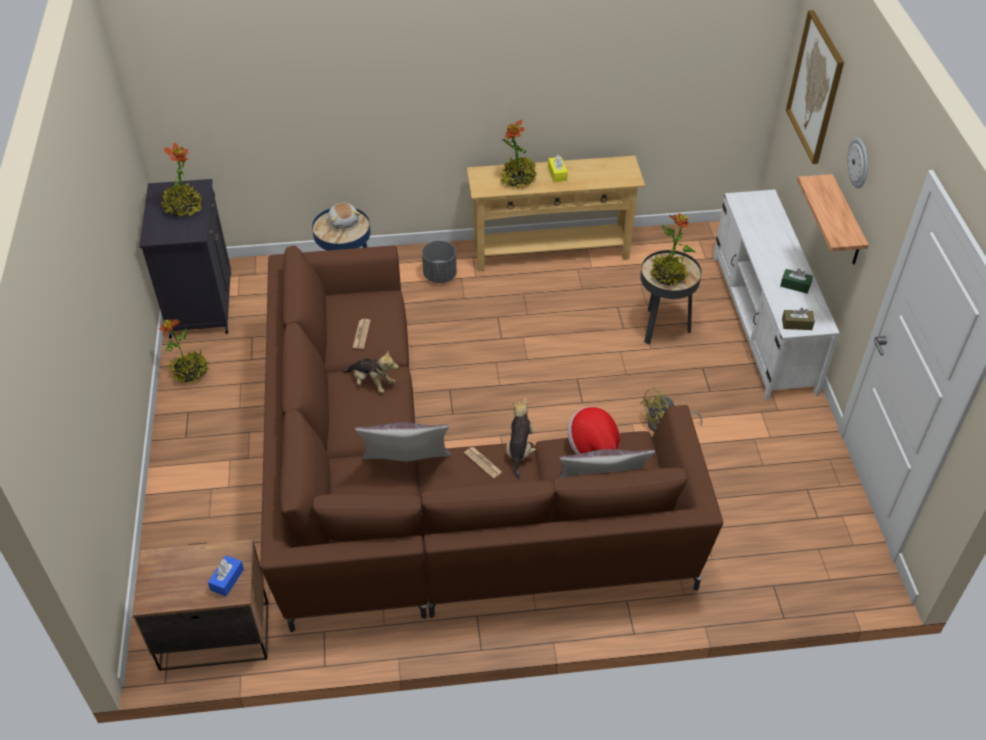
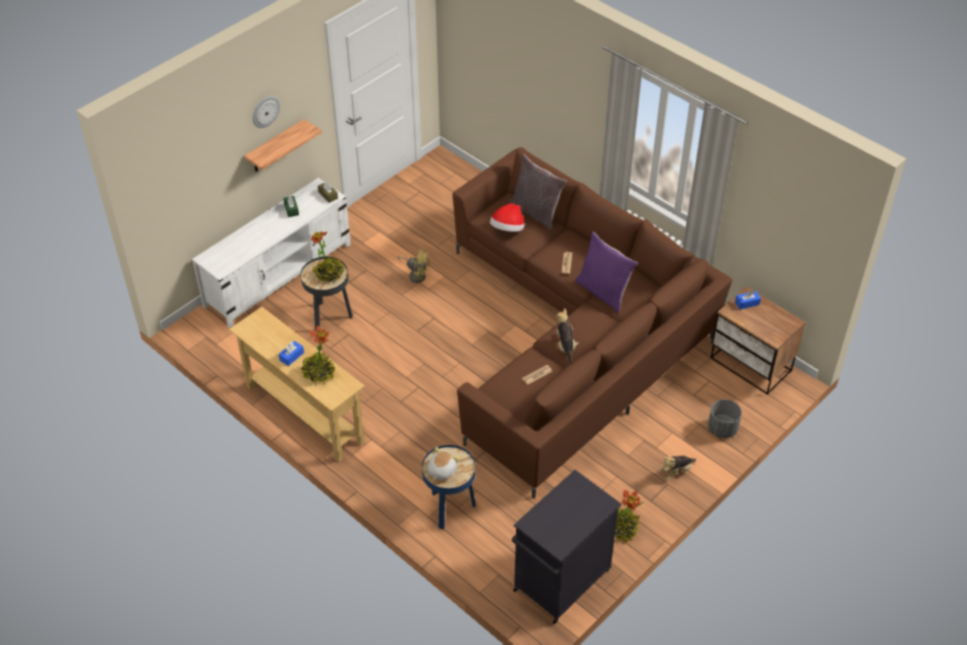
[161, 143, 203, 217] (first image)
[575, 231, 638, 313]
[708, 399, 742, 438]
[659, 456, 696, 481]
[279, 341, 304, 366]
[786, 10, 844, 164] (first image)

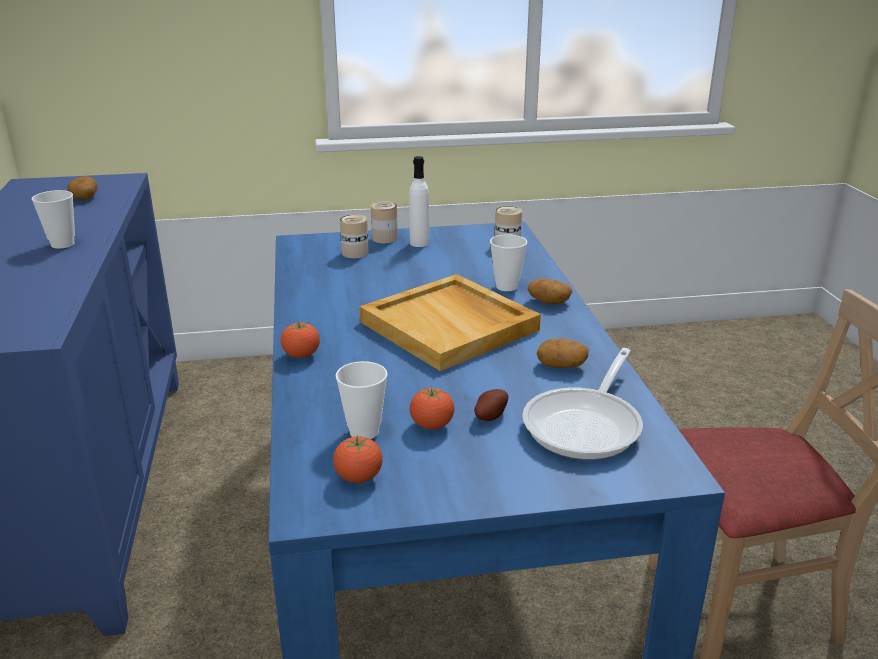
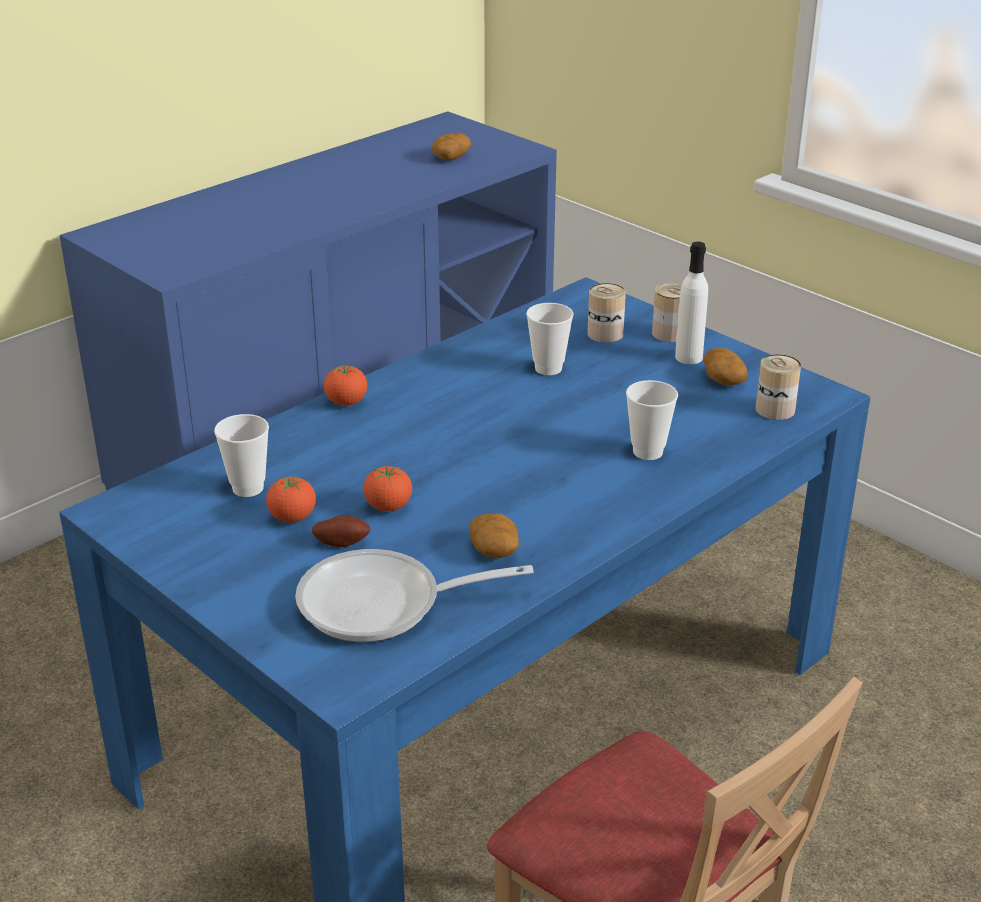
[526, 303, 574, 375]
[363, 465, 412, 512]
[360, 274, 541, 371] (first image)
[704, 348, 748, 385]

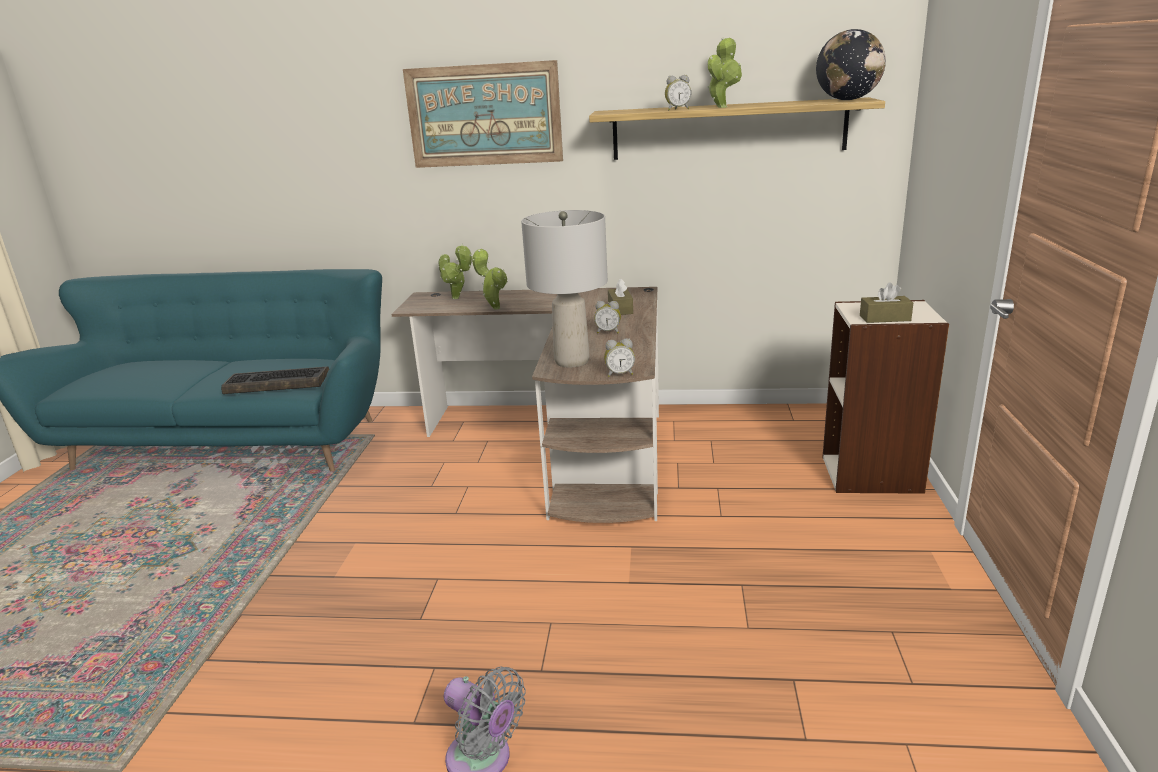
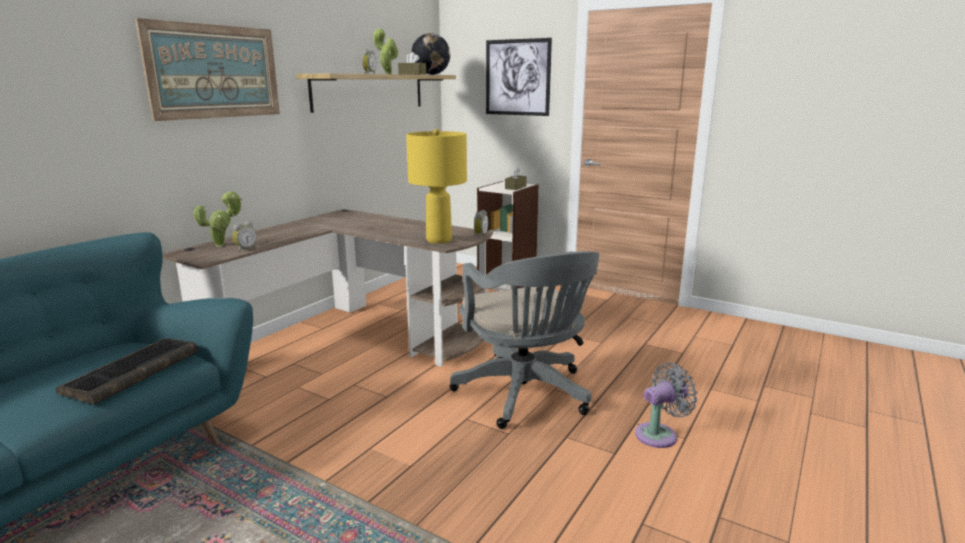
[472, 249, 508, 309] (first image)
[406, 129, 467, 244]
[232, 221, 257, 252]
[398, 52, 426, 75]
[449, 251, 599, 429]
[486, 38, 552, 116]

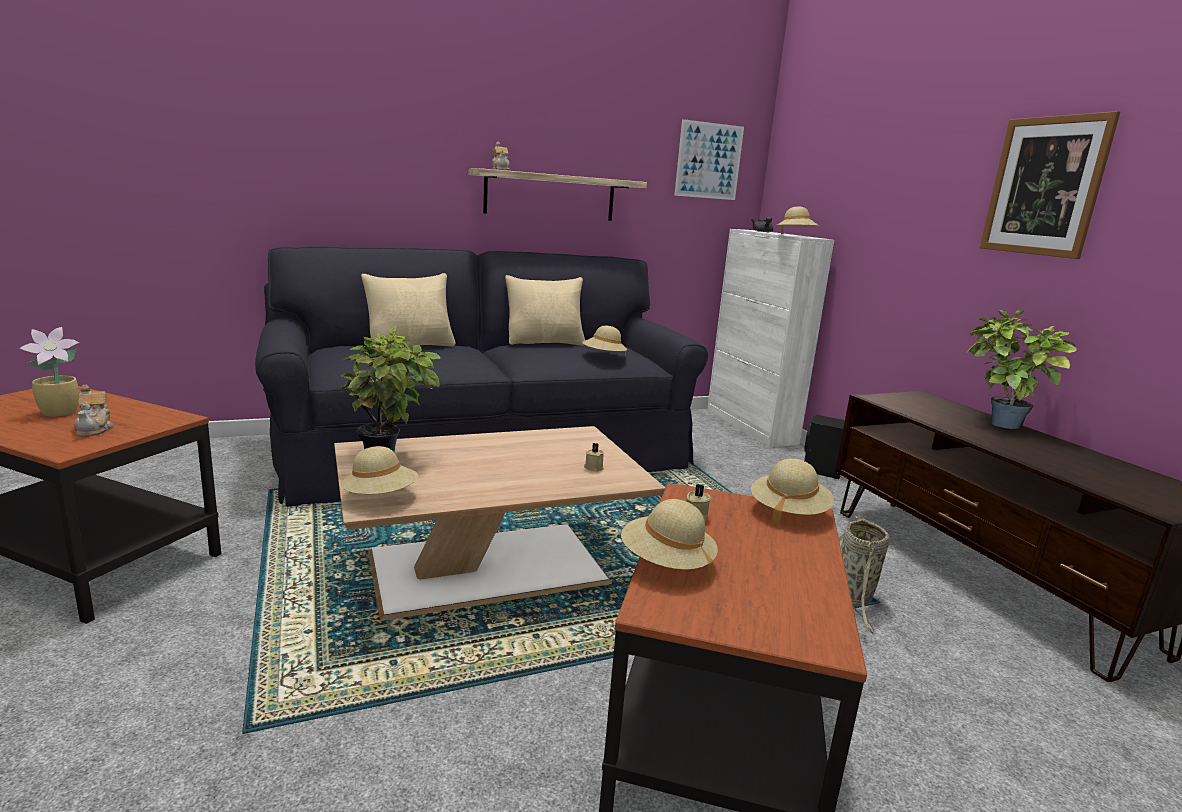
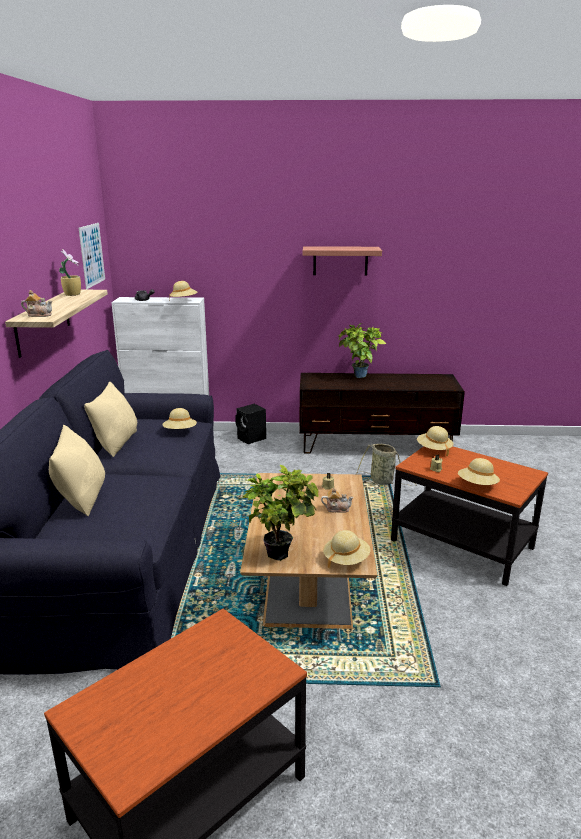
[59, 249, 81, 296]
[321, 488, 354, 513]
[303, 246, 382, 276]

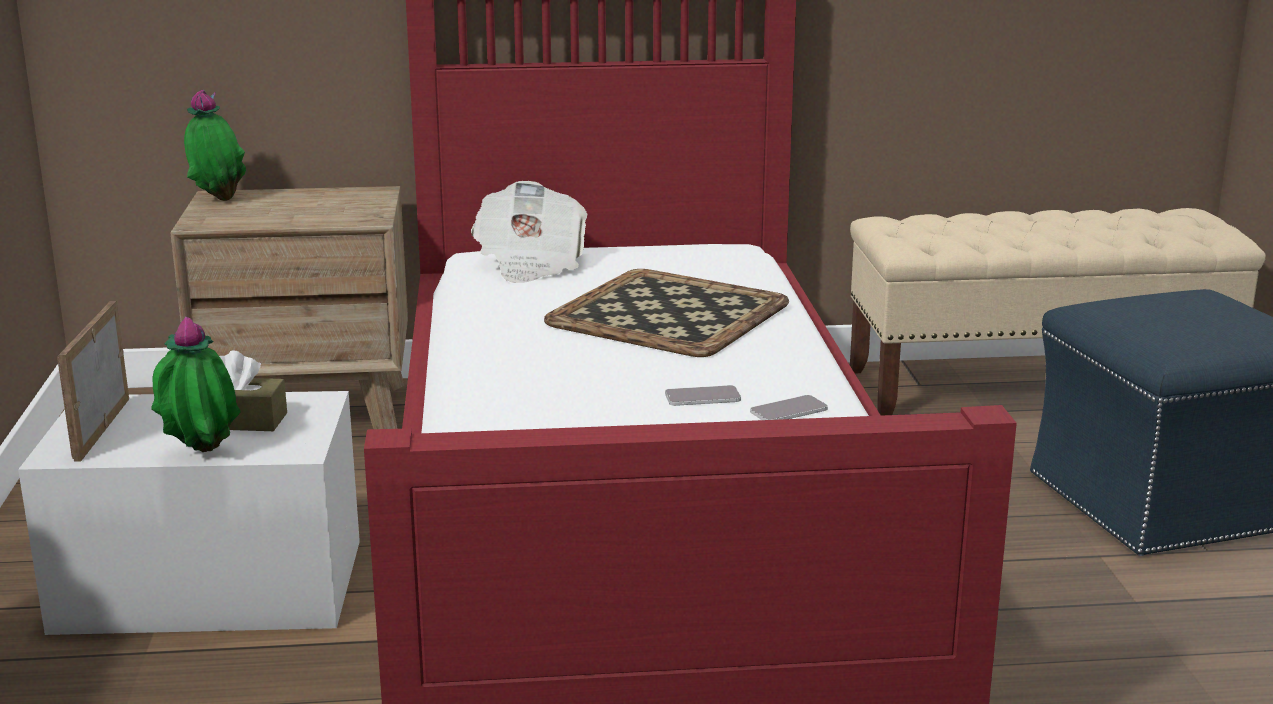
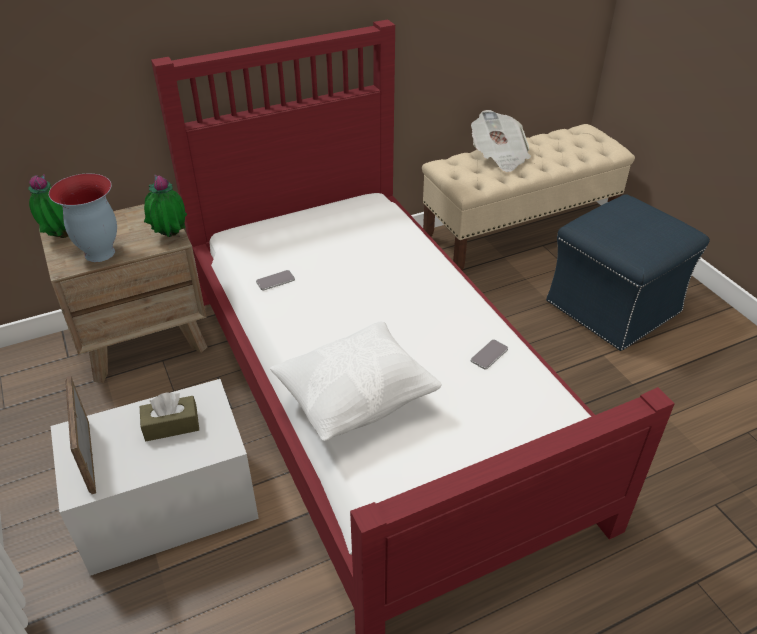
[144, 175, 187, 237]
[471, 110, 531, 172]
[544, 269, 789, 357] (first image)
[256, 270, 295, 291]
[49, 174, 117, 262]
[270, 321, 442, 441]

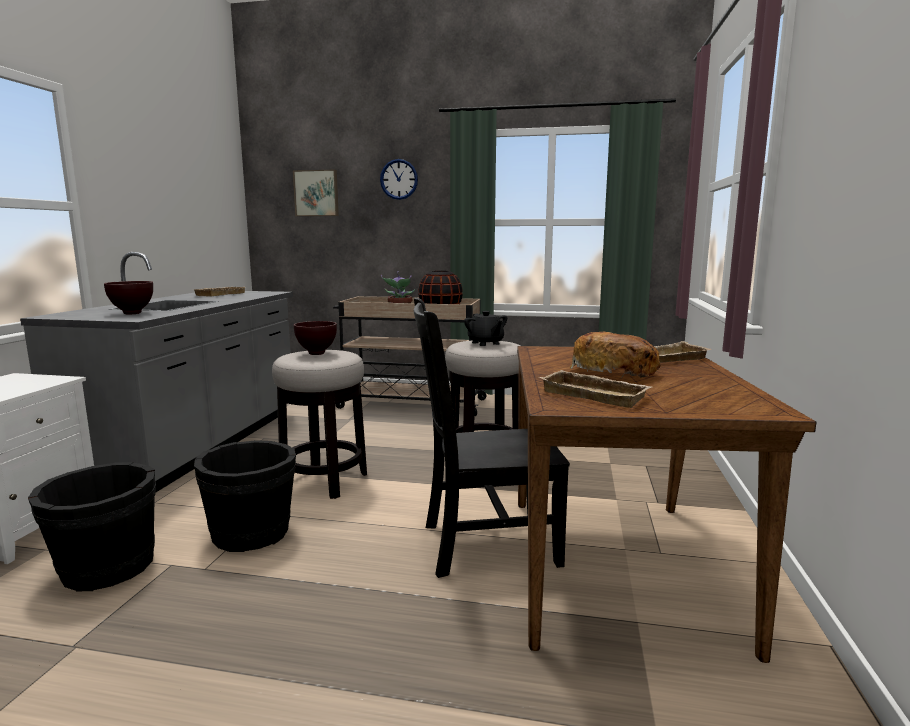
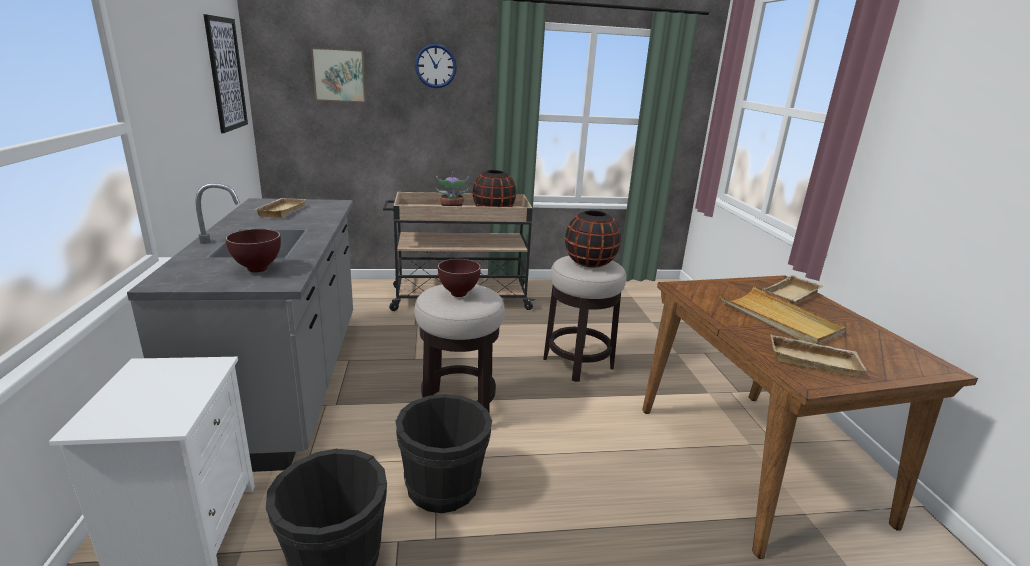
[414, 298, 570, 578] (first image)
[565, 210, 621, 268]
[720, 287, 846, 344]
[203, 14, 248, 133]

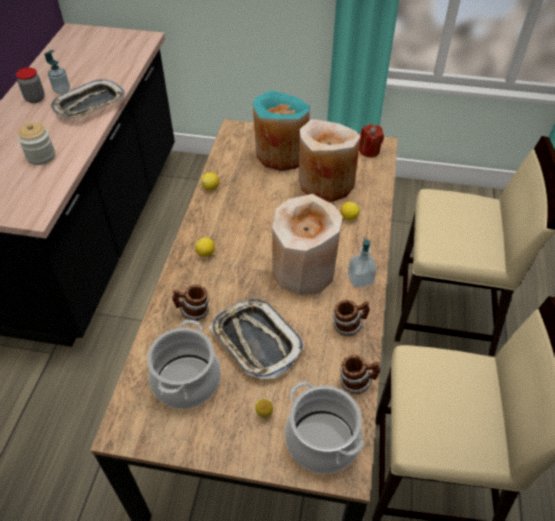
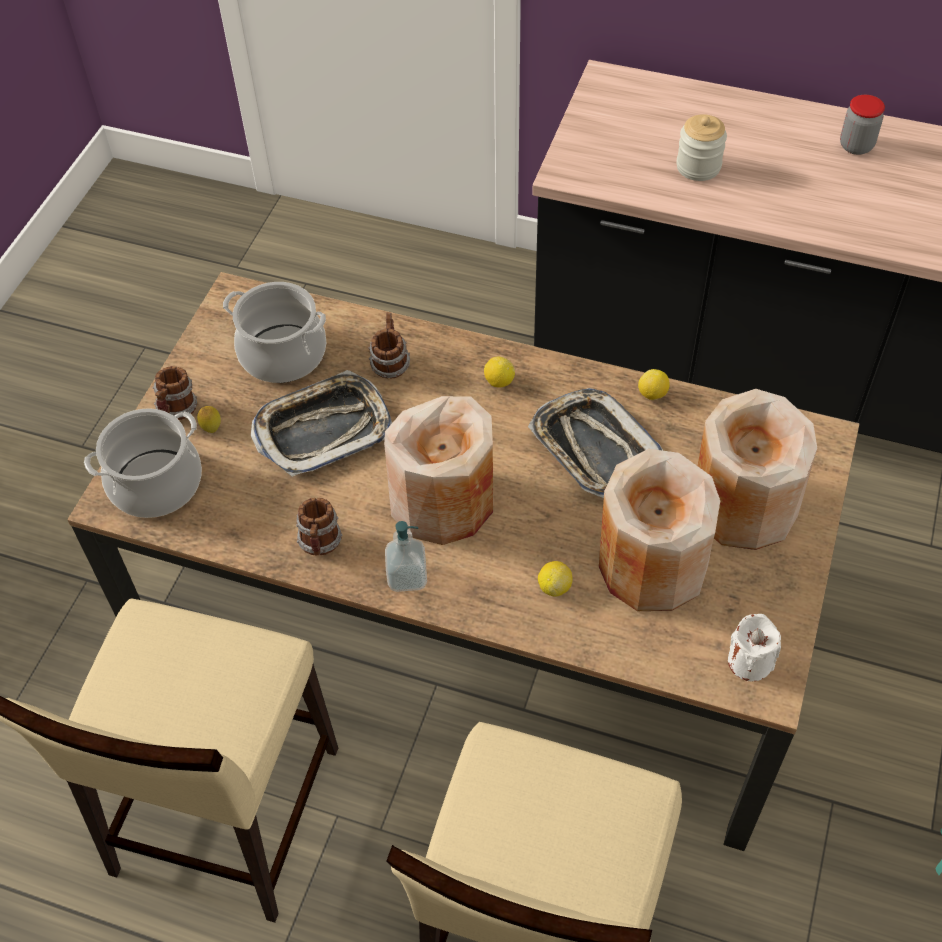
[45, 50, 70, 94] (first image)
[528, 388, 663, 498]
[698, 389, 817, 550]
[153, 366, 197, 420]
[728, 614, 781, 681]

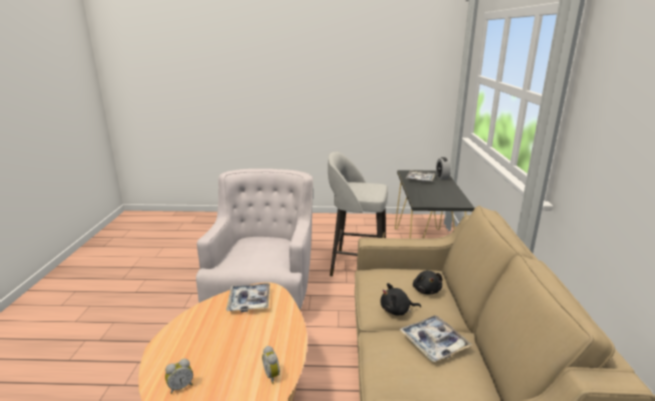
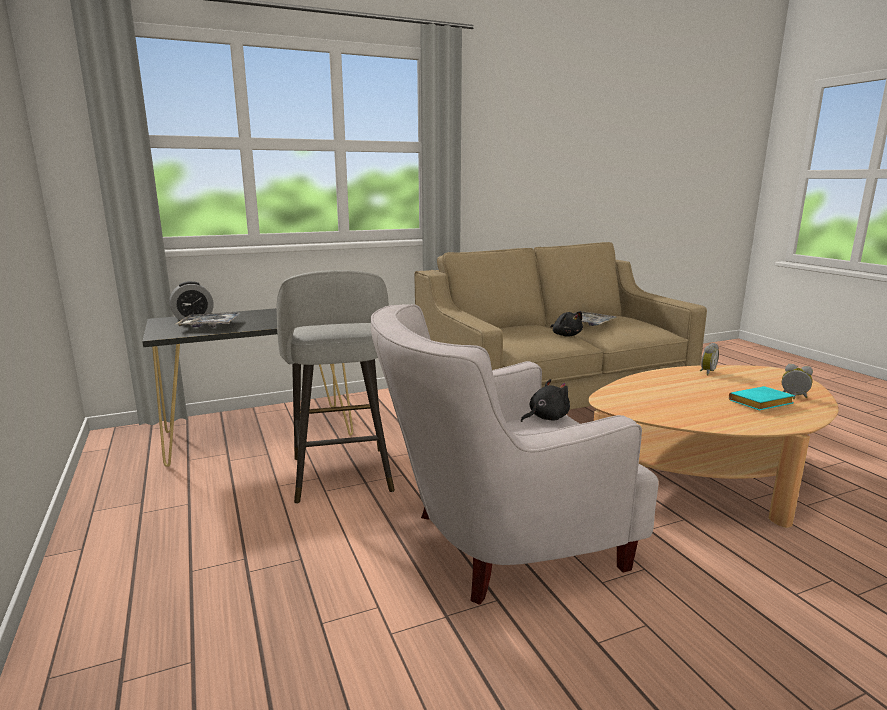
[227, 283, 270, 312] (first image)
[521, 379, 570, 422]
[729, 386, 795, 411]

